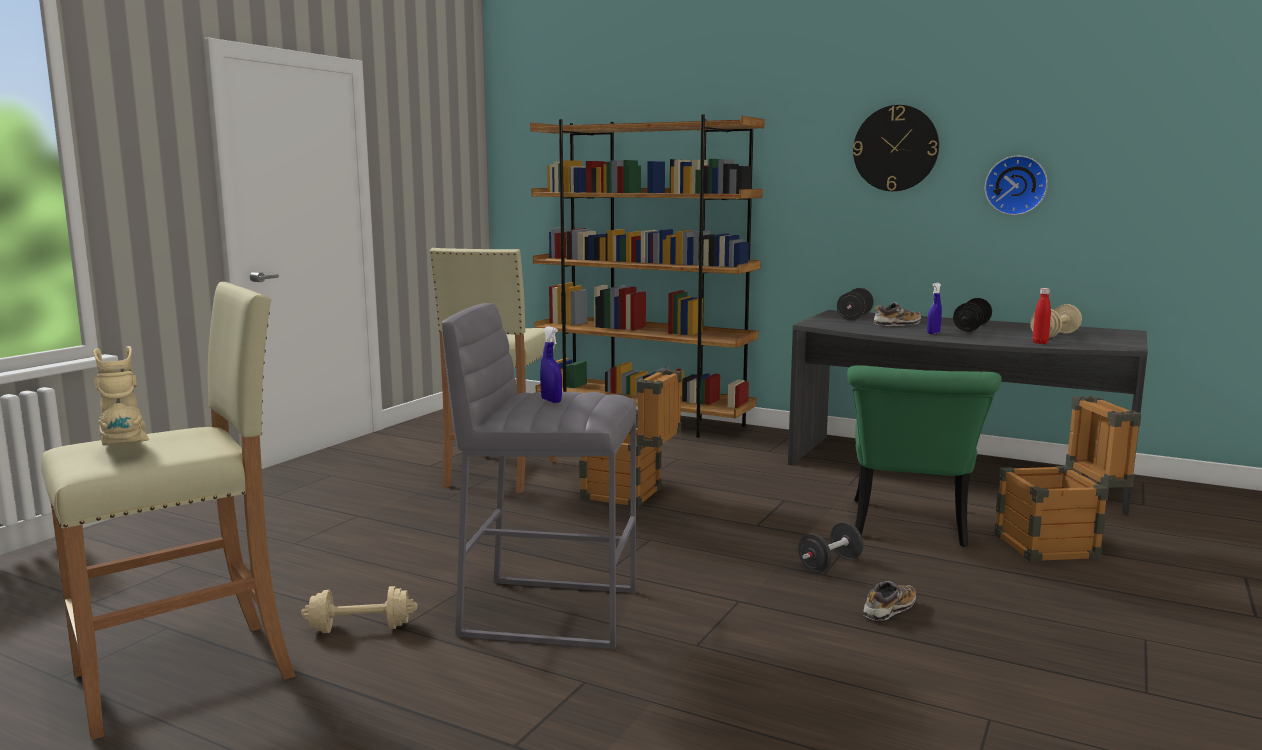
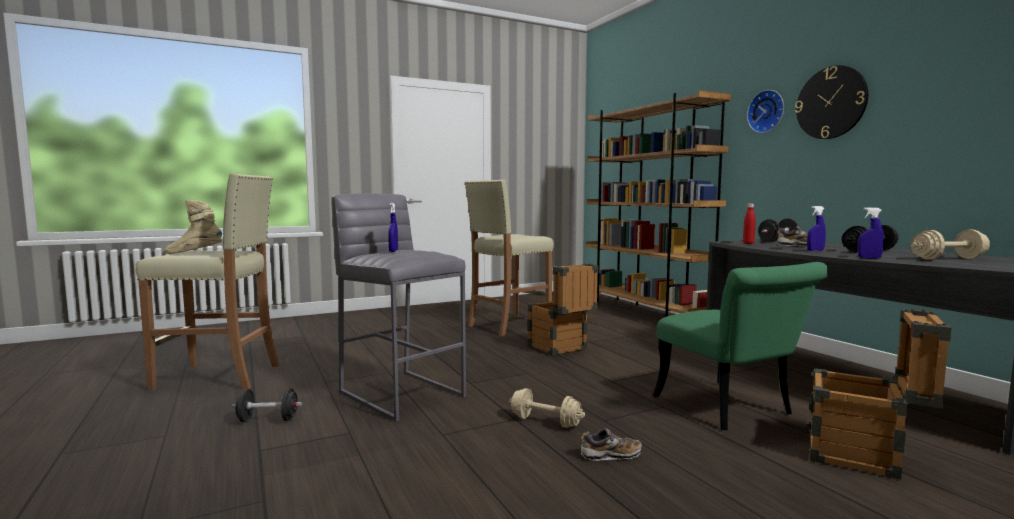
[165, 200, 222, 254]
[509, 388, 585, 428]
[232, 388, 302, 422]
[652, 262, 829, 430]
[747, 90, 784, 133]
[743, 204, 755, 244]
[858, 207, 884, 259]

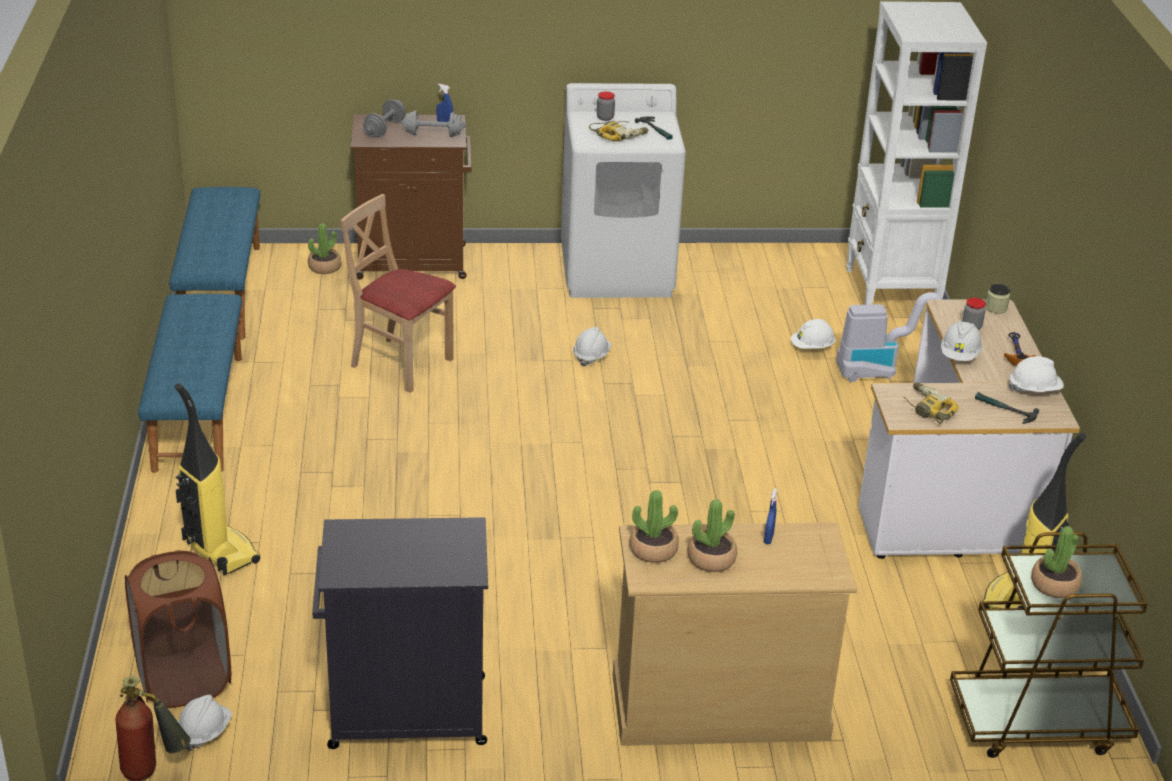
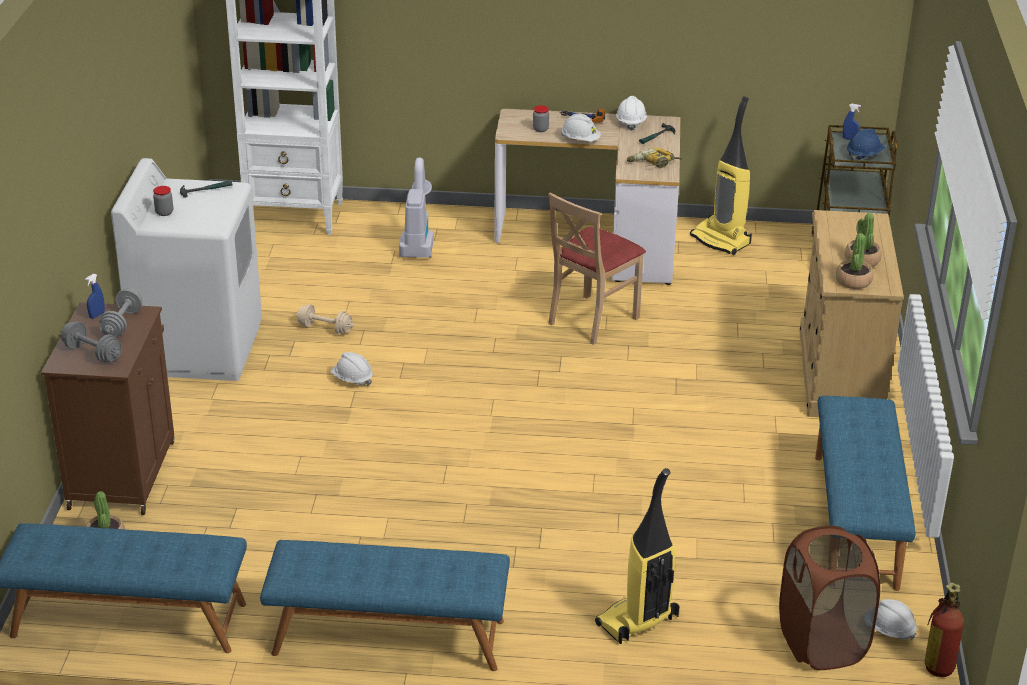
[815, 396, 916, 591]
[548, 193, 646, 345]
[589, 121, 648, 141] (first image)
[843, 104, 861, 140]
[791, 319, 835, 349] (first image)
[985, 284, 1010, 314] (first image)
[847, 128, 885, 160]
[296, 304, 354, 334]

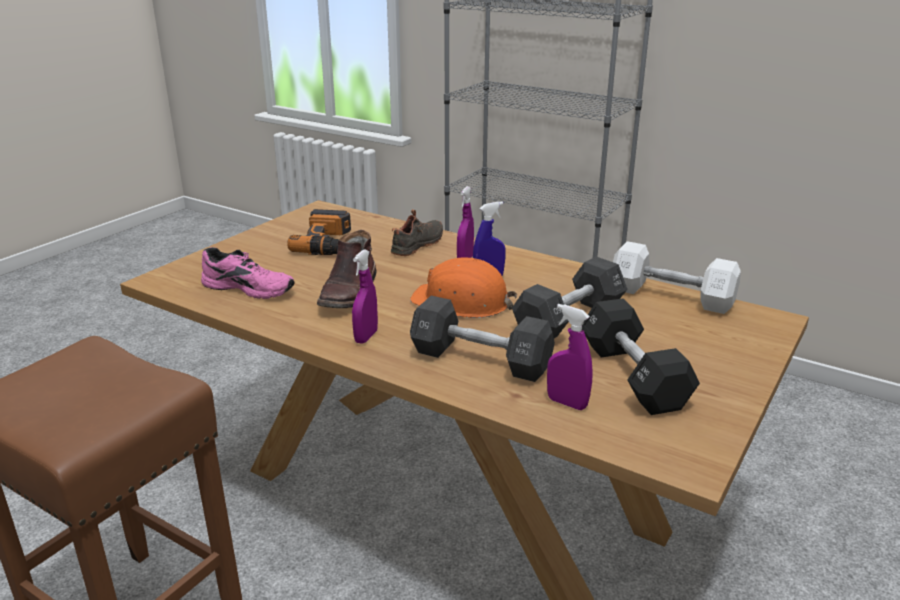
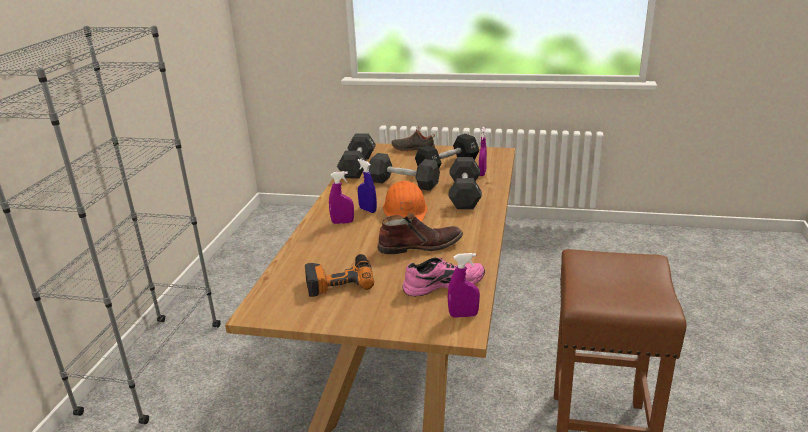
[402, 258, 485, 296]
[448, 253, 480, 318]
[391, 126, 435, 152]
[337, 133, 376, 178]

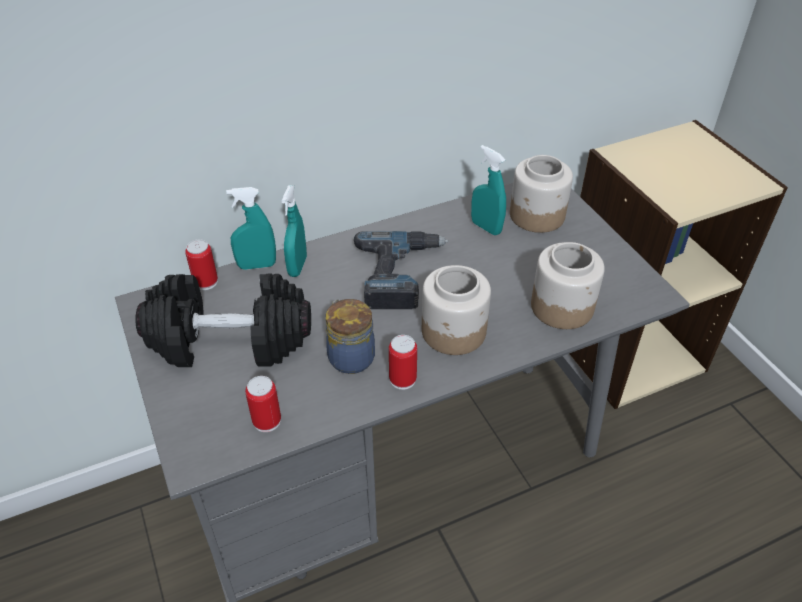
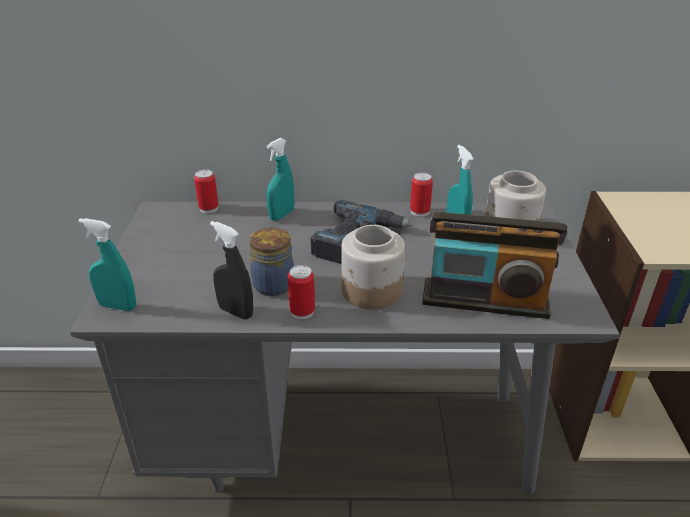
[136, 274, 311, 367] (first image)
[79, 218, 136, 311]
[410, 172, 433, 217]
[422, 212, 567, 319]
[210, 221, 253, 319]

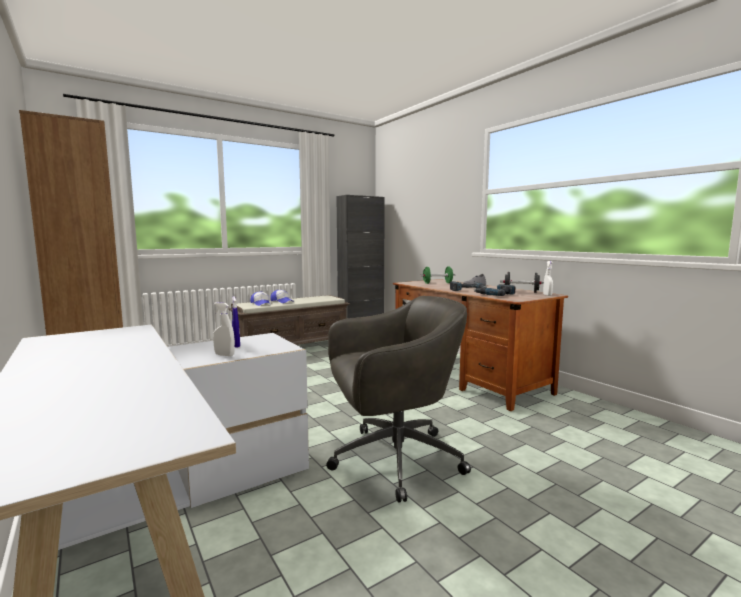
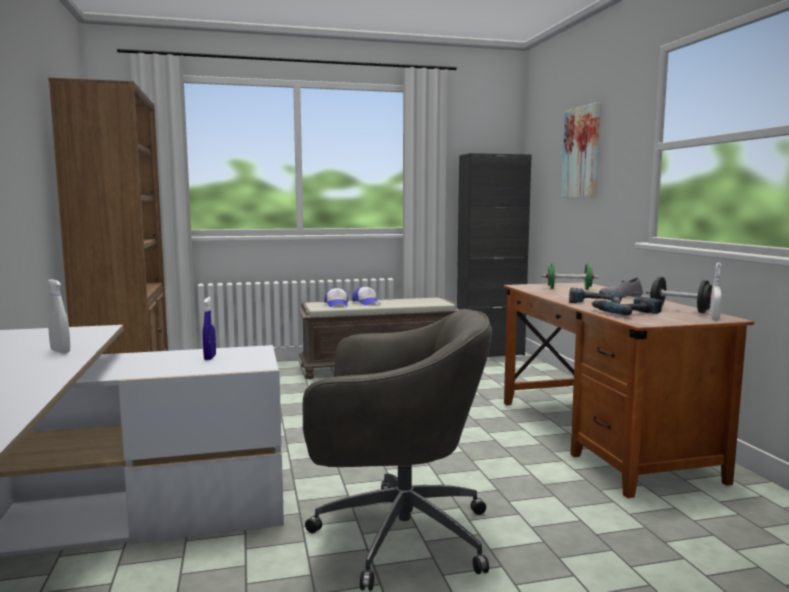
[48, 279, 70, 354]
[561, 102, 600, 198]

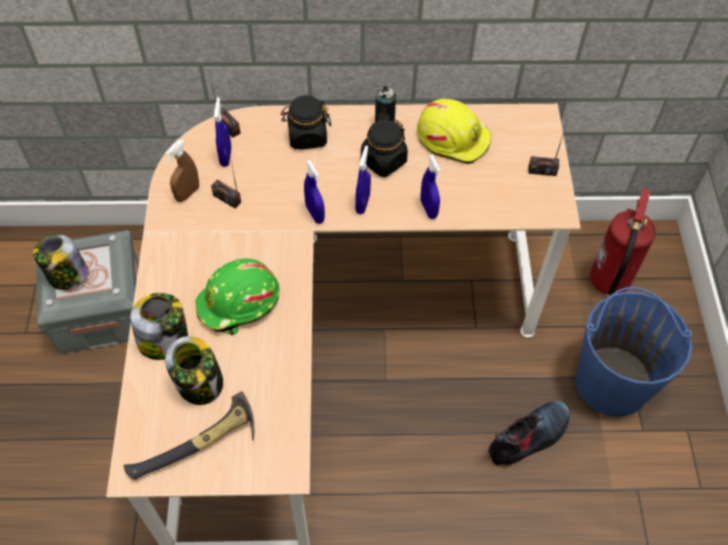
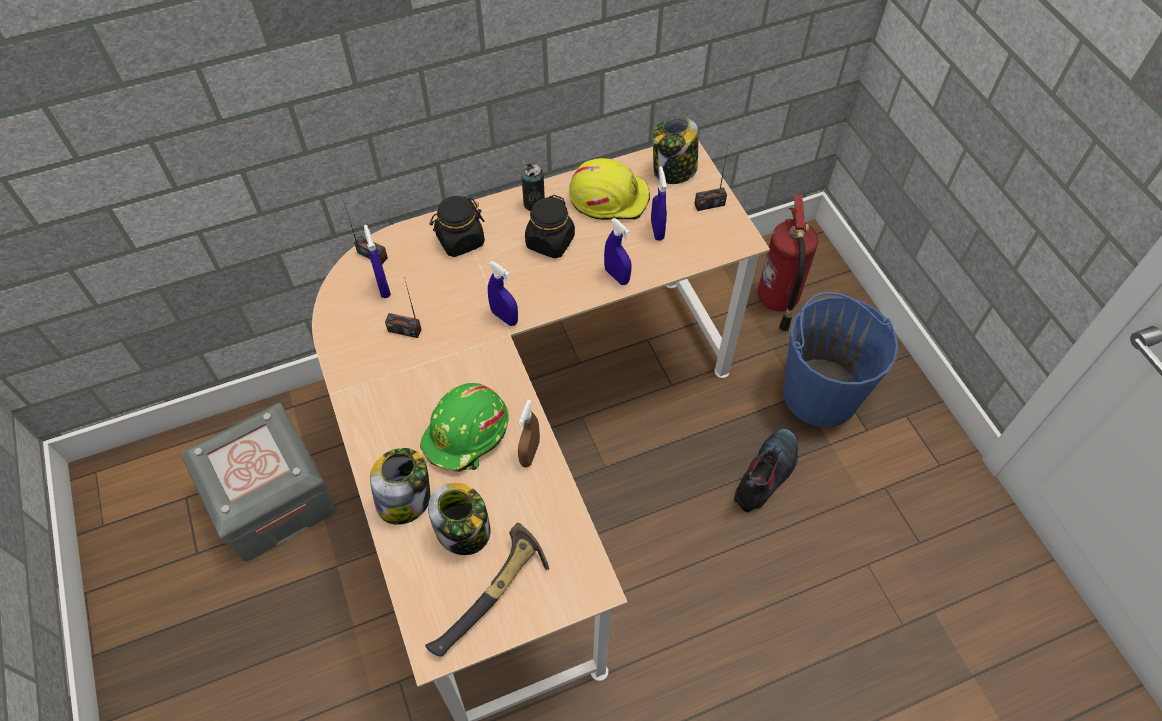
[653, 116, 698, 184]
[518, 400, 540, 467]
[651, 166, 667, 241]

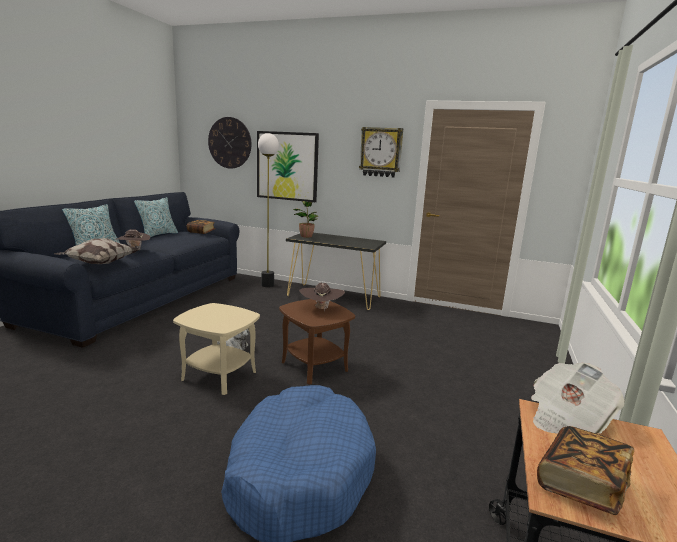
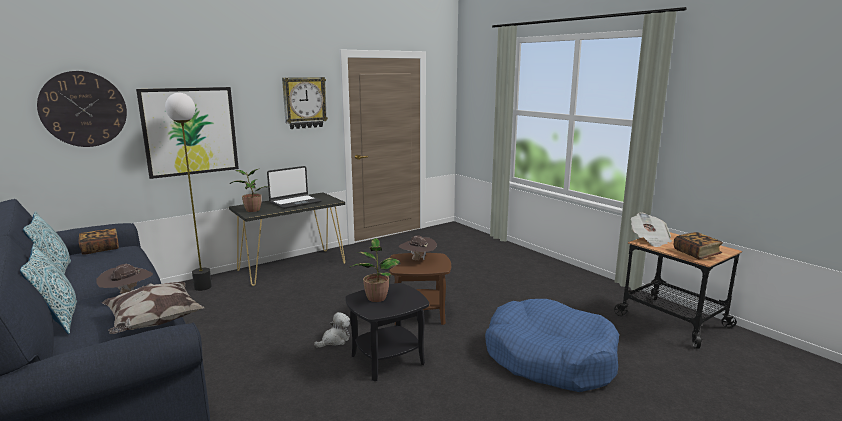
[345, 283, 429, 381]
[267, 166, 322, 209]
[350, 238, 400, 302]

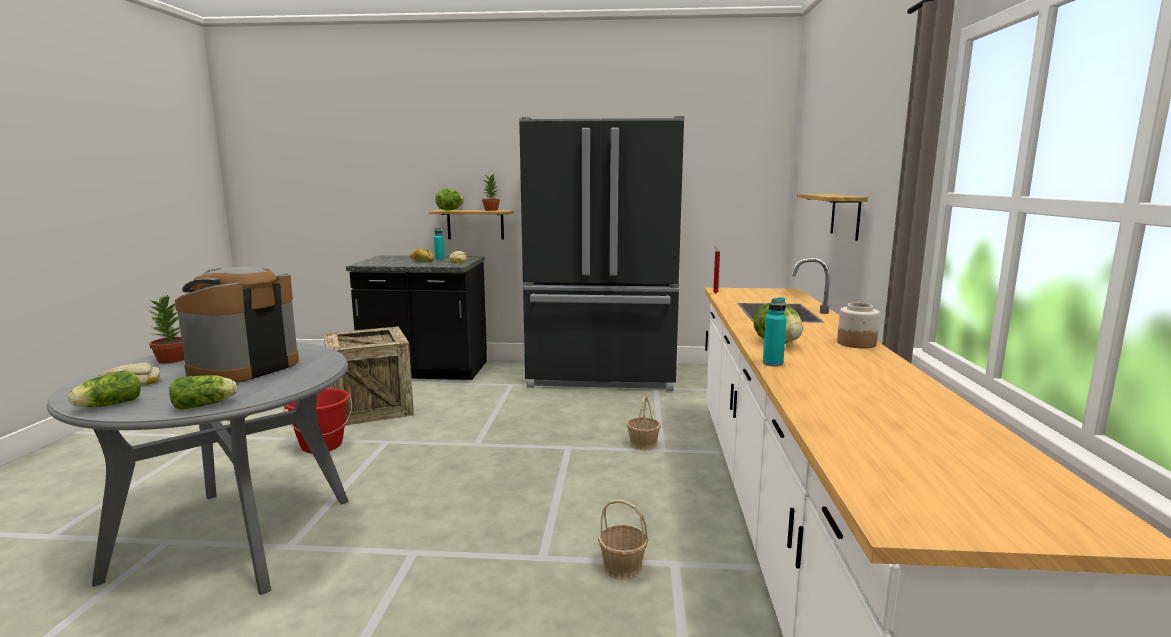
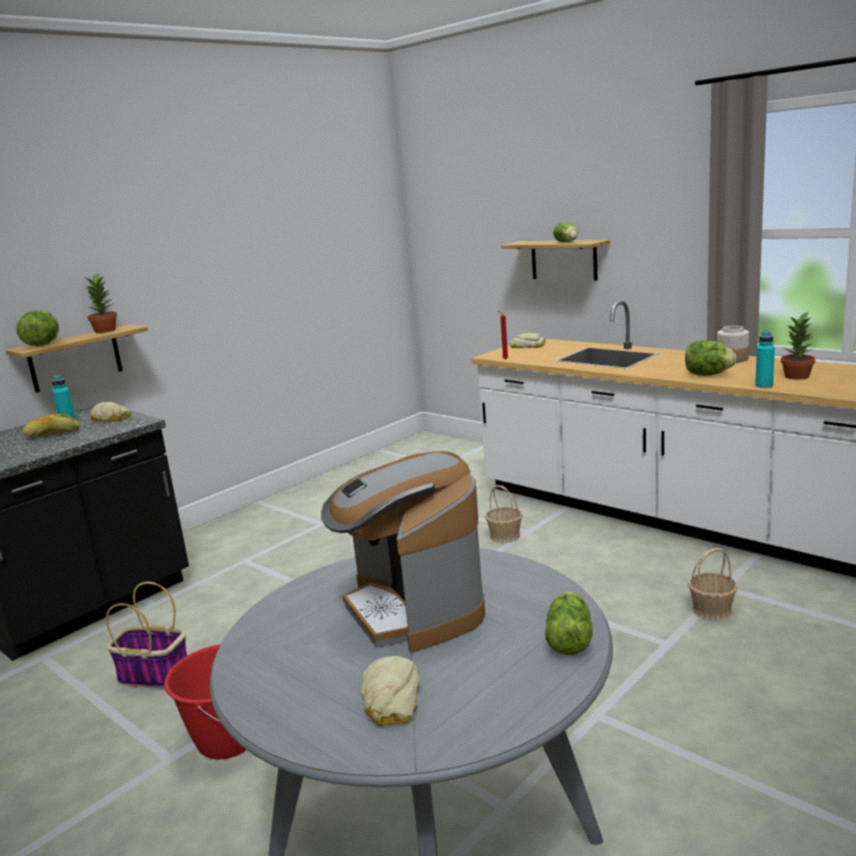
[553, 223, 578, 242]
[781, 312, 815, 380]
[106, 582, 187, 689]
[519, 116, 684, 391] (first image)
[510, 333, 545, 348]

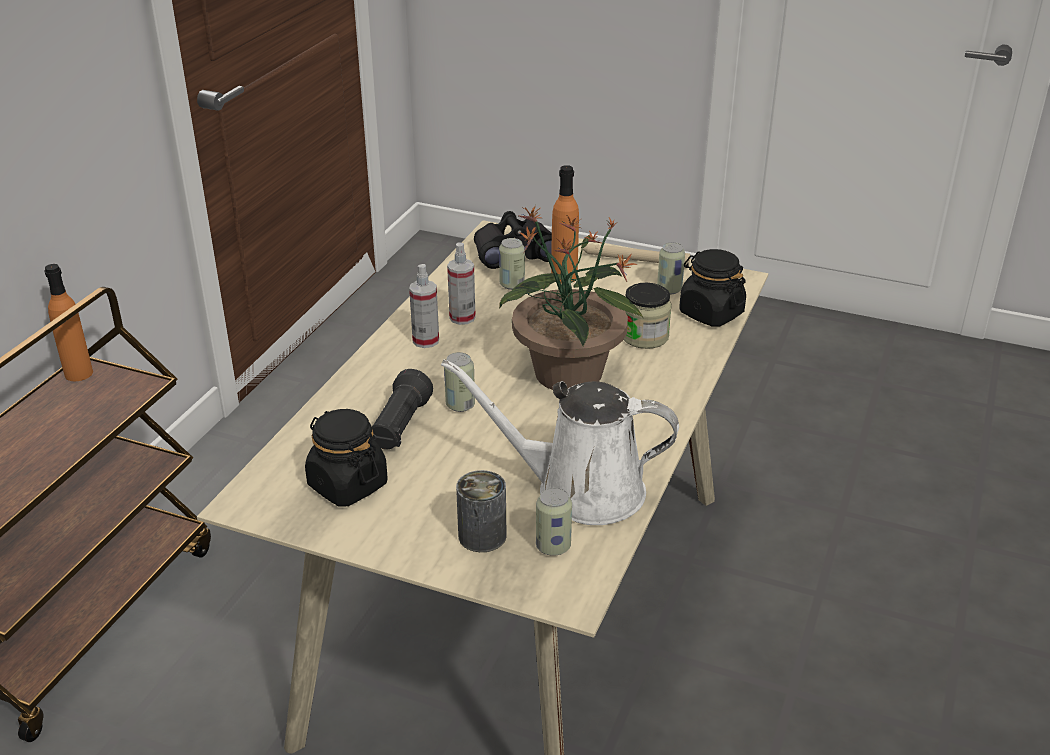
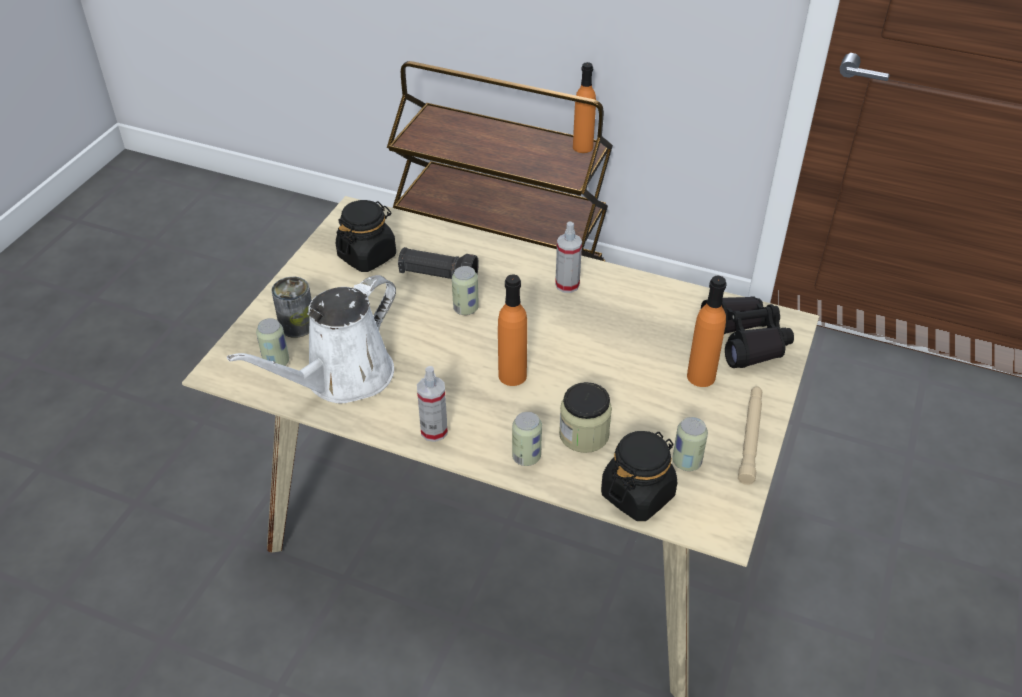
[227, 275, 396, 404]
[417, 366, 448, 442]
[498, 274, 527, 386]
[512, 412, 542, 466]

